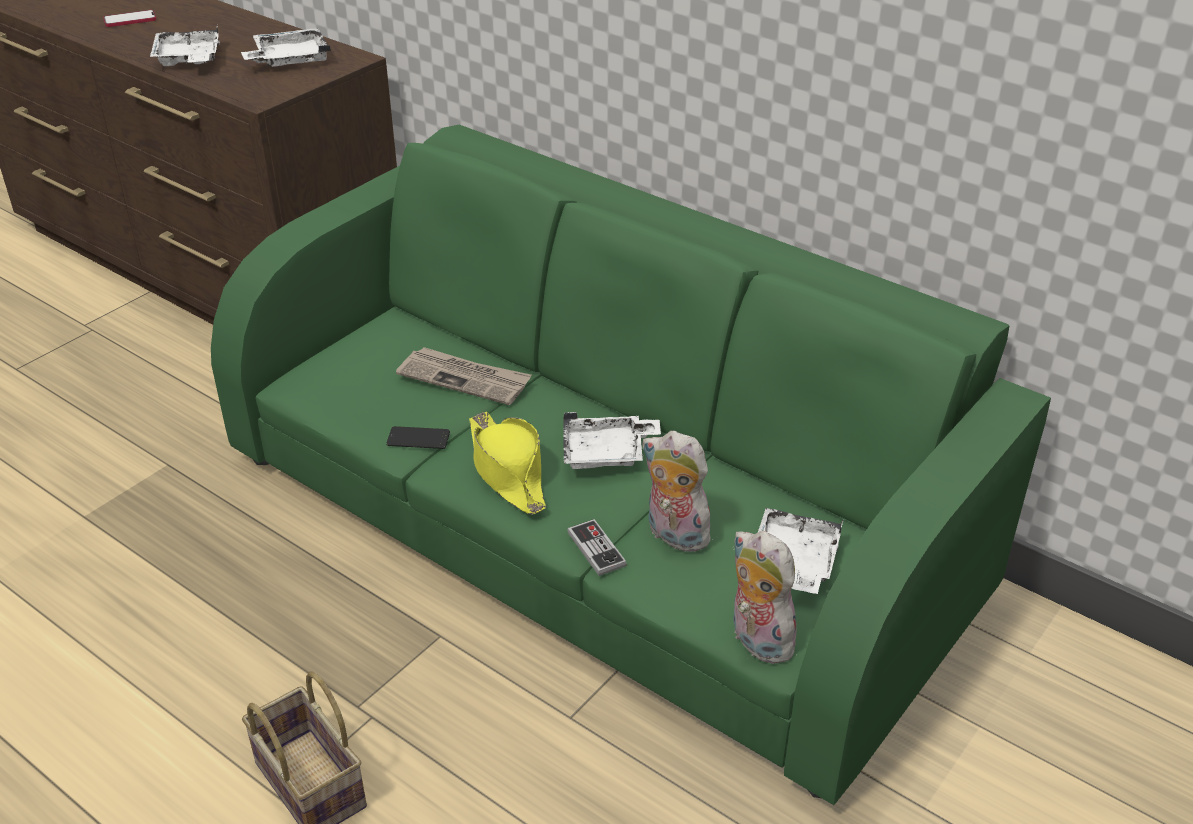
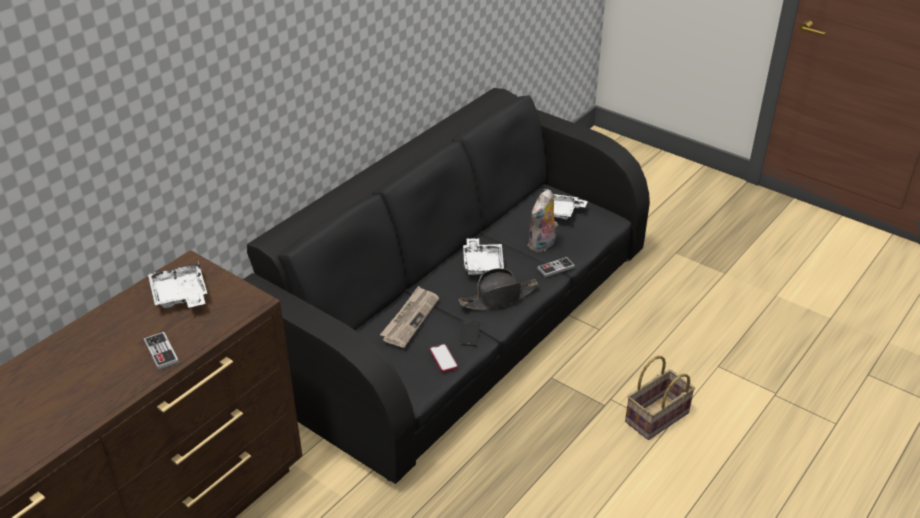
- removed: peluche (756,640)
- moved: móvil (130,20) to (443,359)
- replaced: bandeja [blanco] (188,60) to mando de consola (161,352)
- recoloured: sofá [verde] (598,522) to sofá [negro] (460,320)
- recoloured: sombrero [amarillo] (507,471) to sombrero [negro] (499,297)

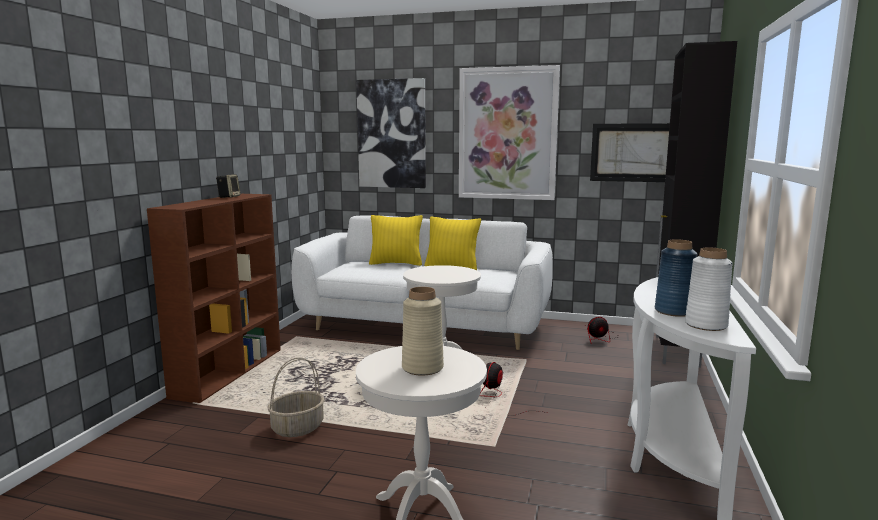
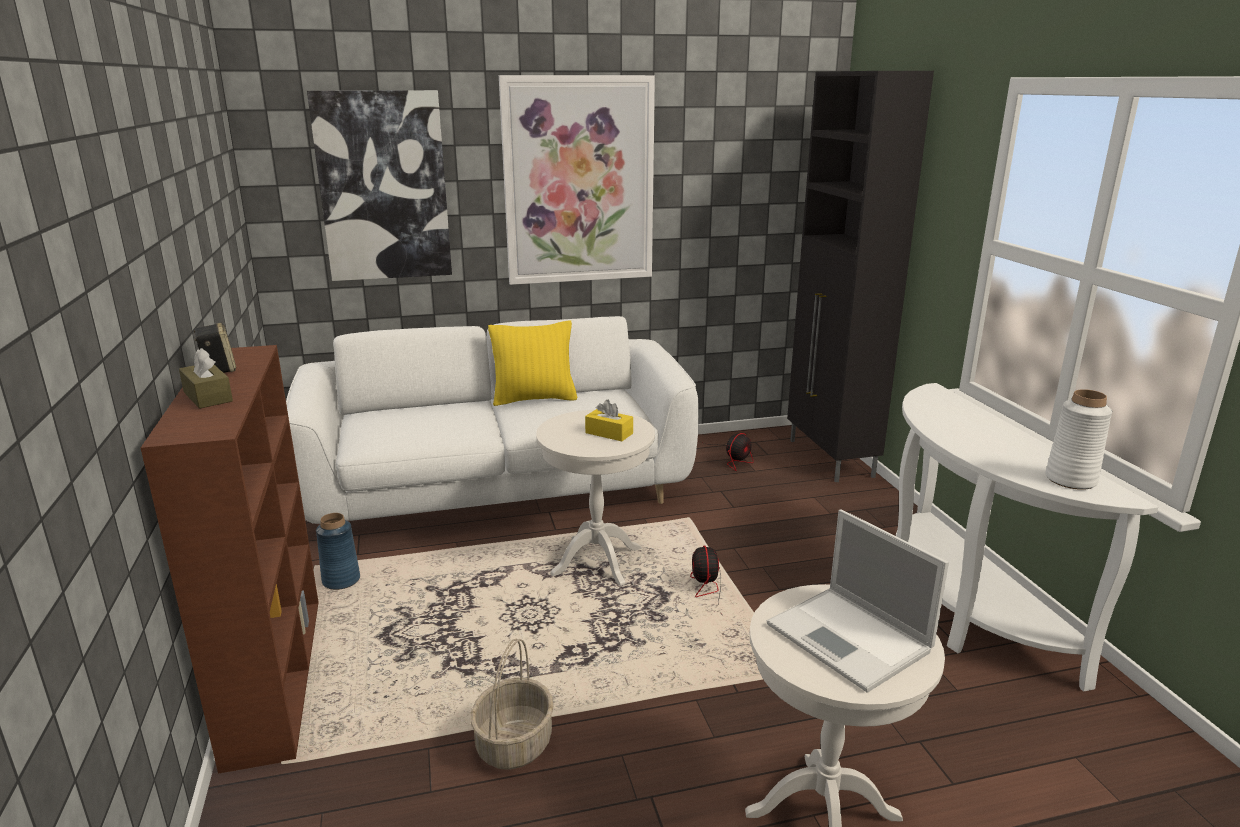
- removed: cojín [amarillo] (396,263)
- removed: cuadro (635,152)
- added: caja de pañuelos [marrón] (208,396)
- added: caja de pañuelos [amarillo] (609,433)
- moved: florero [azul] (674,311) to (341,580)
- replaced: florero [beis] (423,368) to portátil (851,639)

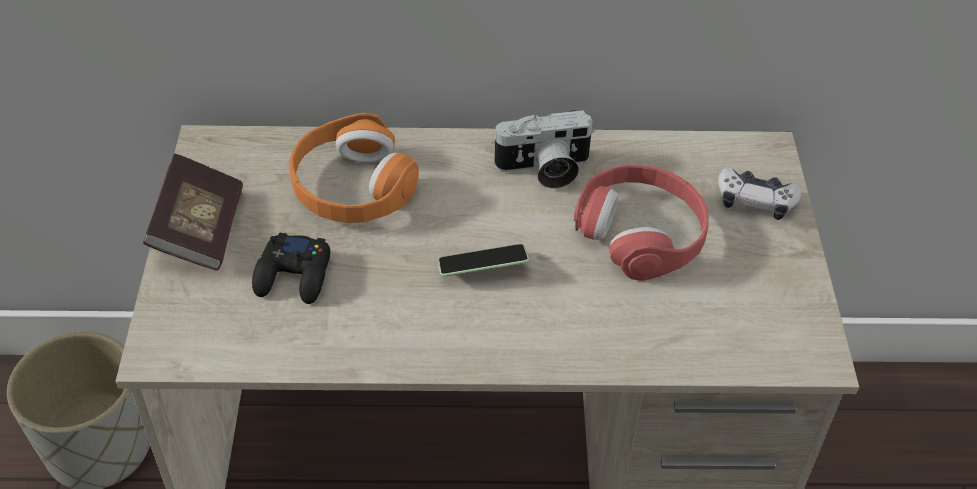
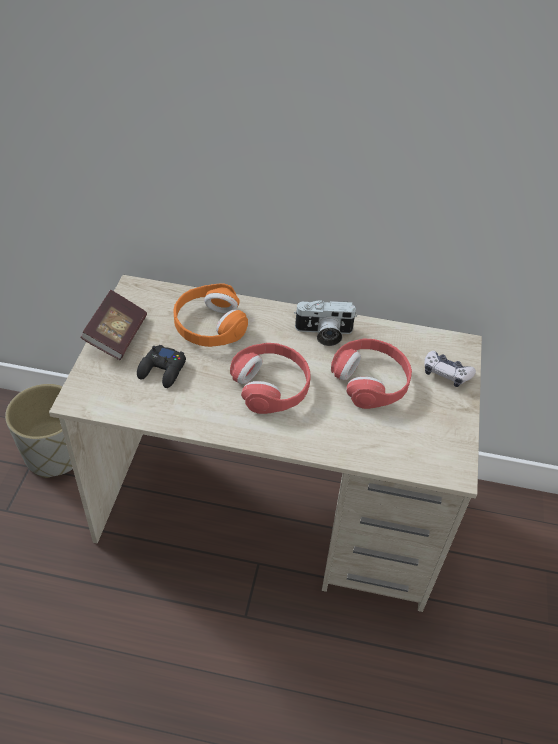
- replaced: móvil (482,269) to auriculares [rojo] (271,385)

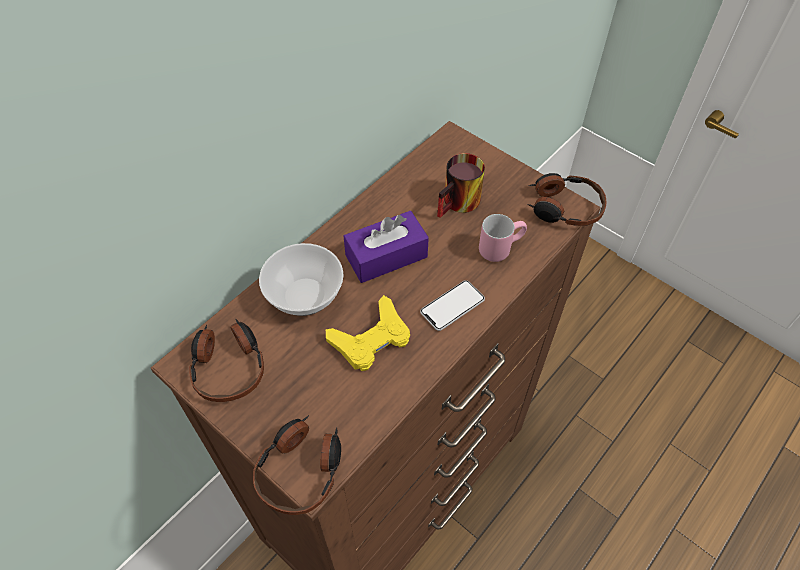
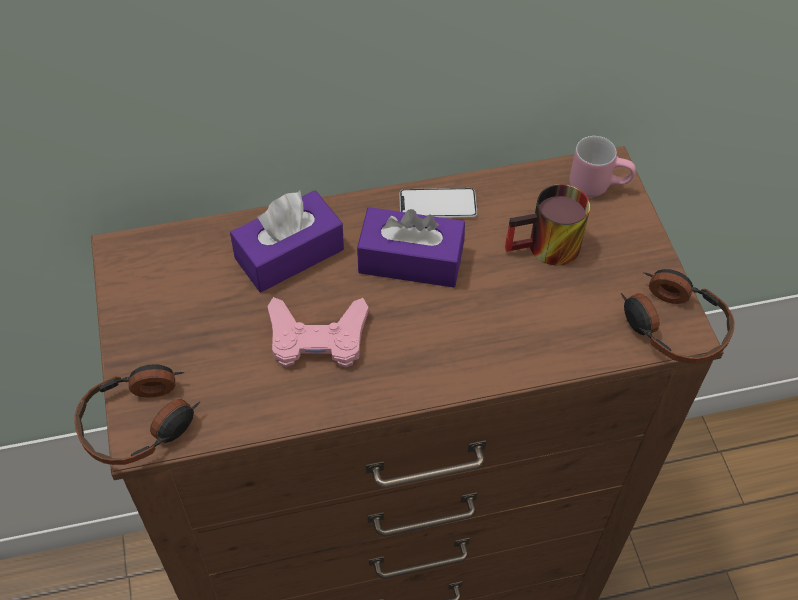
- removed: auriculares (228,366)
- moved: móvil (452,306) to (438,205)
- moved: taza grande [rosa] (499,247) to (598,184)
- replaced: cuenco (305,297) to caja de pañuelos [morado] (289,254)
- recoloured: mando de consola [amarillo] (371,339) to mando de consola [rosa] (317,338)

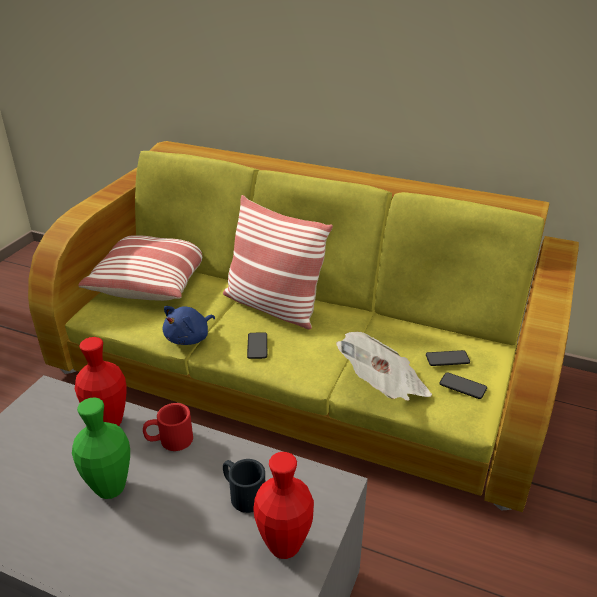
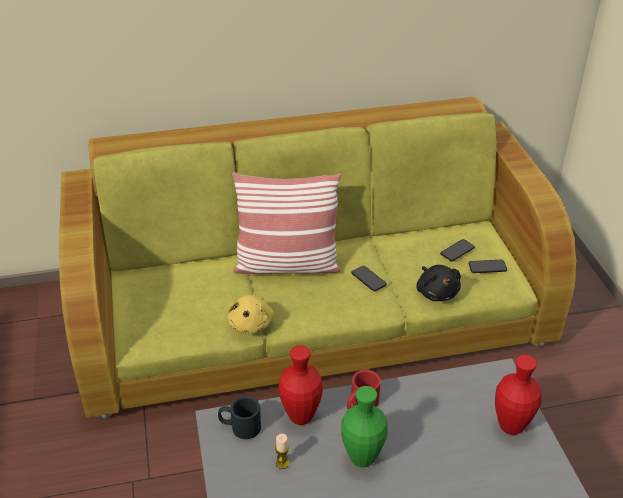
- removed: cojín (151,281)
- added: vela (282,463)
- moved: taza grande [negro] (242,493) to (240,427)
- moved: móvil (257,346) to (368,279)
- replaced: periódico (383,386) to peluche [negro] (436,292)
- recoloured: peluche [azul] (189,338) to peluche [amarillo] (251,324)

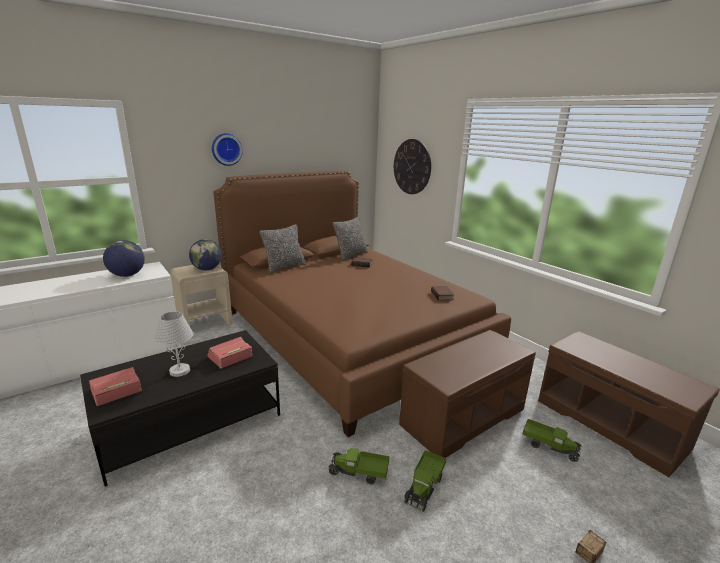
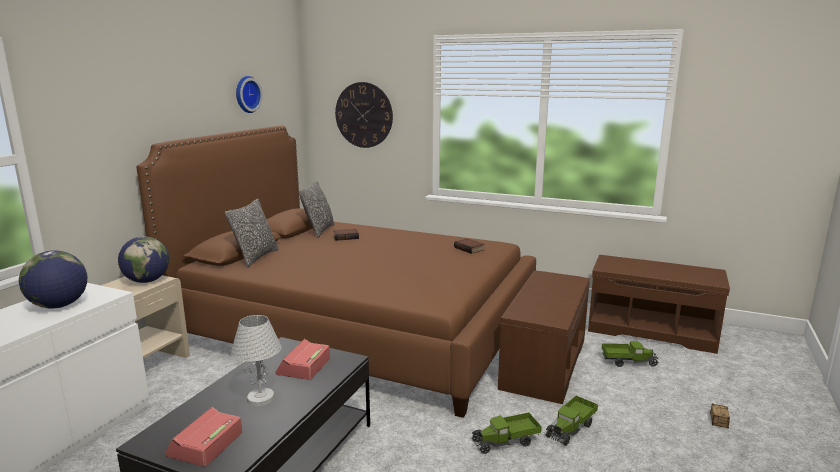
- moved: reloj de pared (226,149) to (246,94)
- turned: camión de juguete (424,487) = (571,428) 45 degrees clockwise

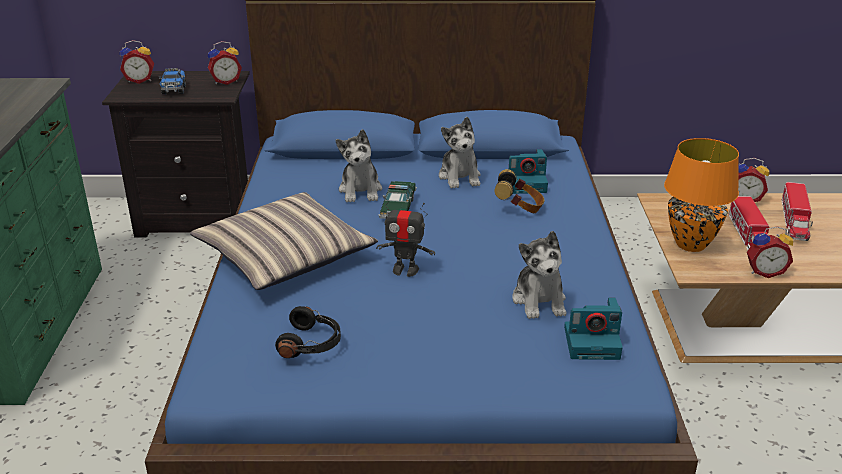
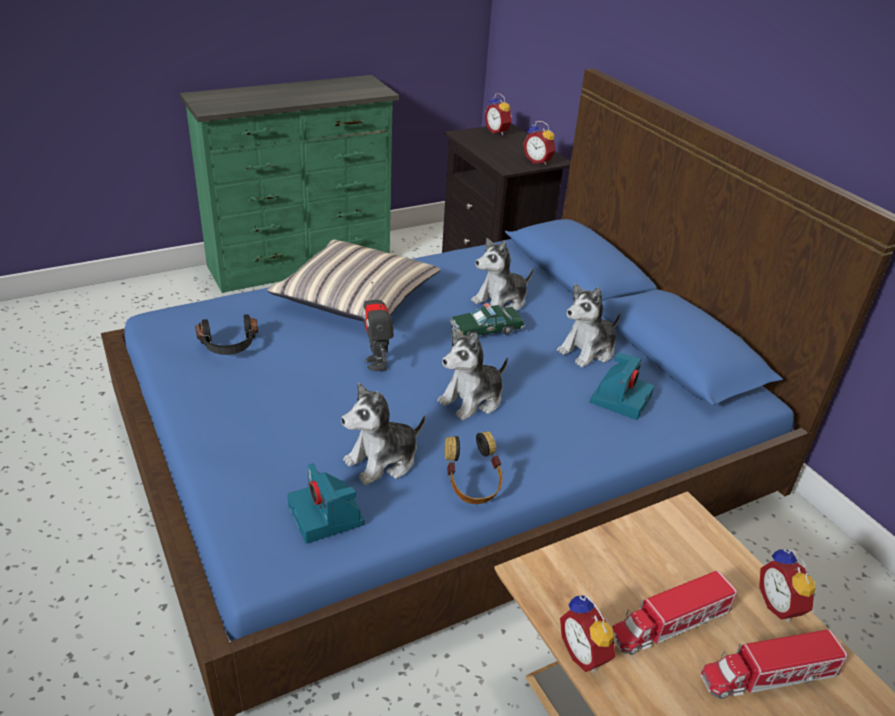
- removed: camión de juguete (174,90)
- removed: lámpara de mesa [naranja] (690,244)
- added: peluche (472,400)
- moved: auriculares (519,208) to (472,486)
- turned: cámara (526,183) = (620,398) 120 degrees counterclockwise

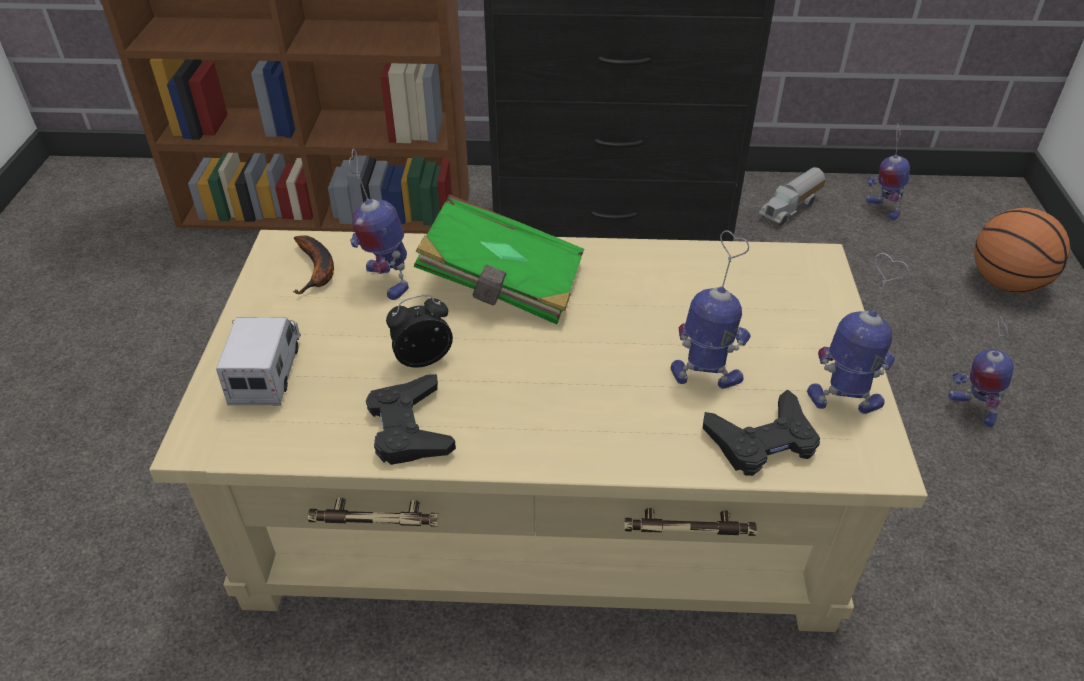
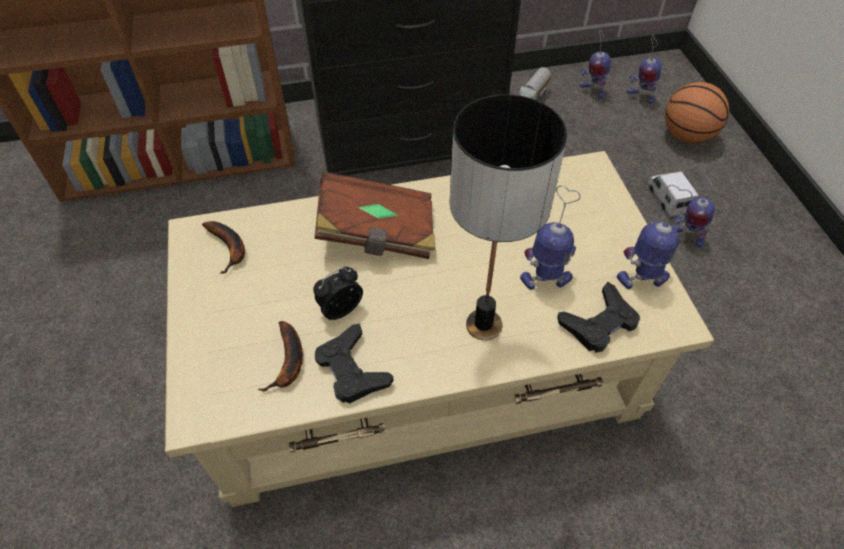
- added: plátano (288,363)
- added: lámpara de mesa (483,324)
- moved: camión de juguete (267,372) to (667,199)
- moved: robot de juguete (385,280) to (640,96)
- recoloured: libro [verde] (502,285) to libro [marrón] (377,233)

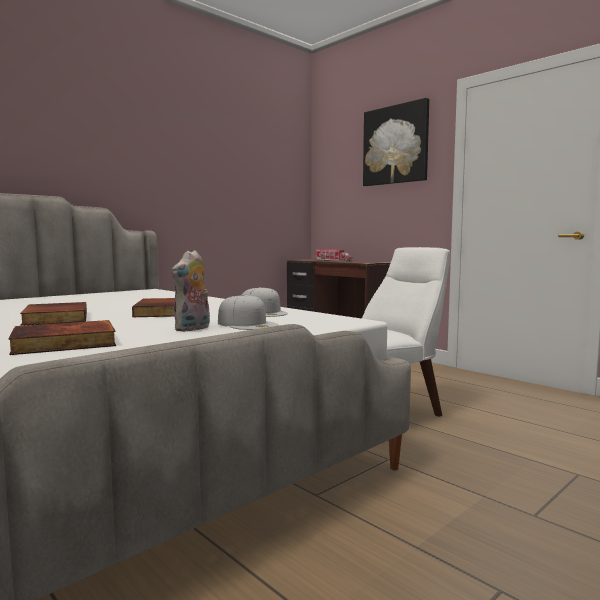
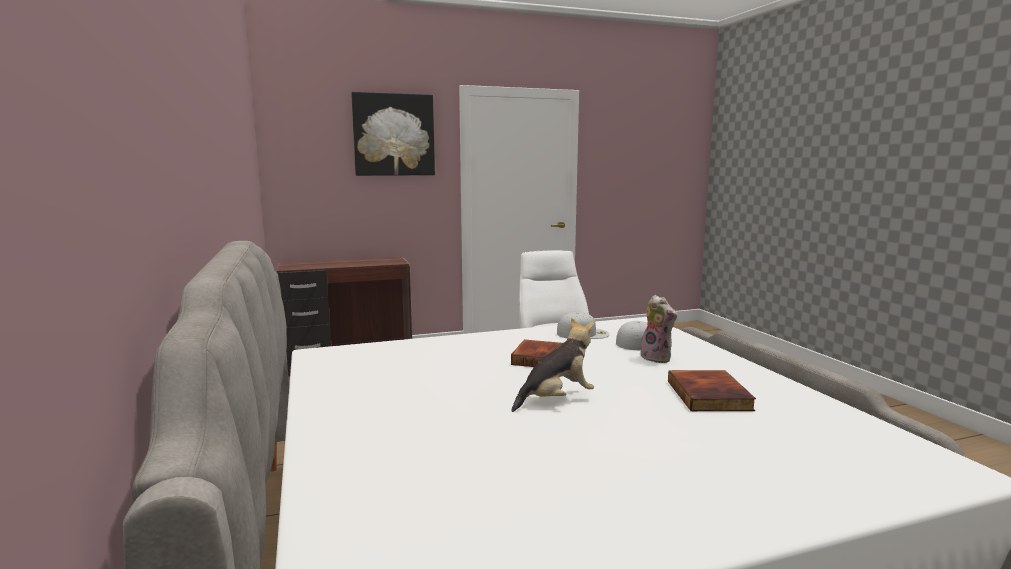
- removed: camión de juguete (334,261)
- replaced: libro (54,318) to peluche (556,399)

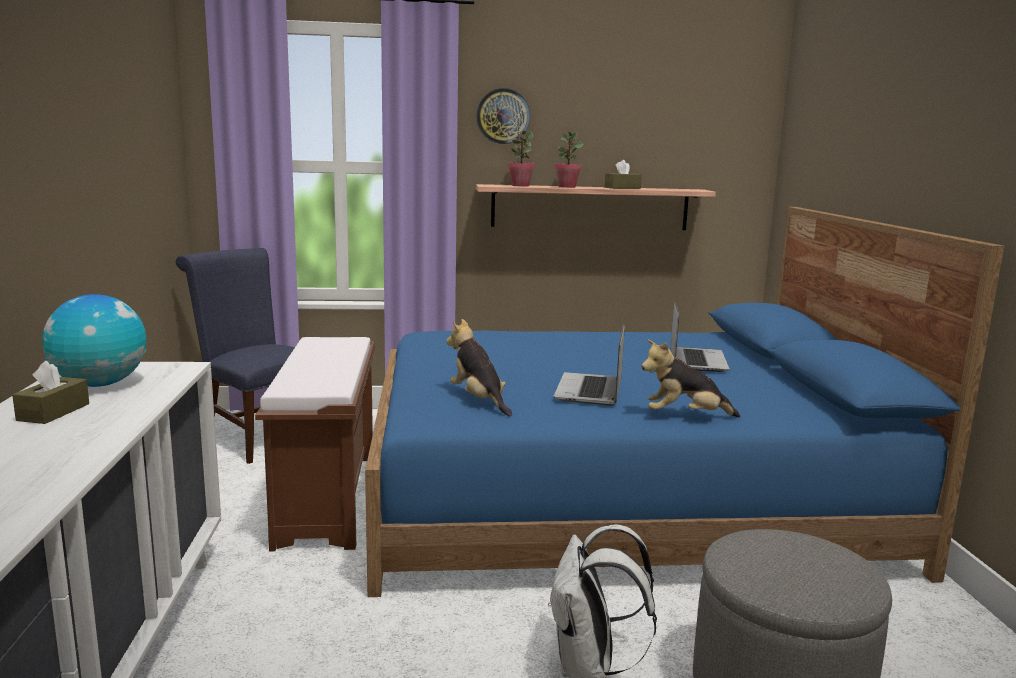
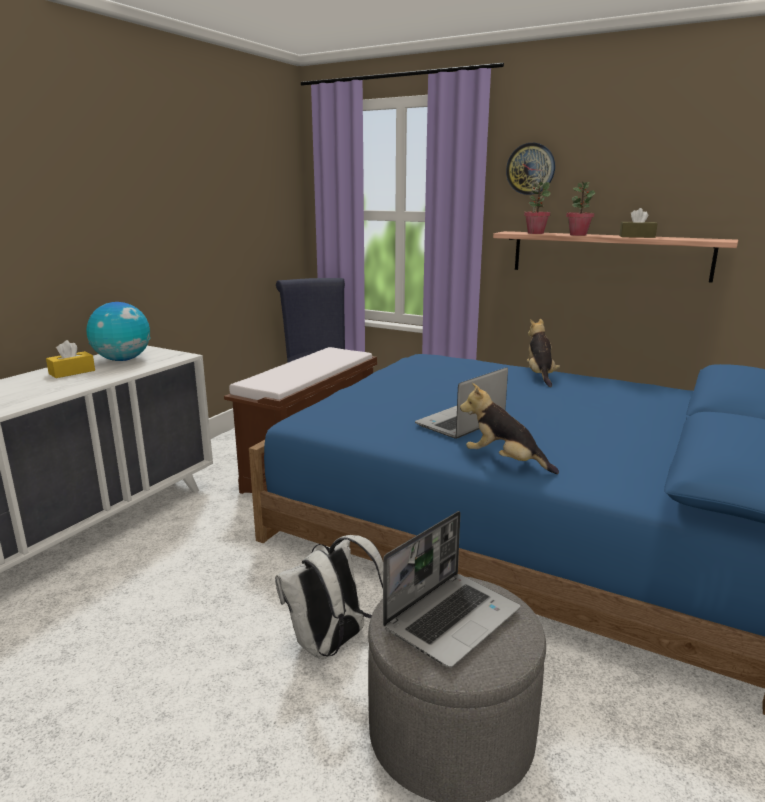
- moved: peluche (478,400) to (540,375)
- moved: portátil (696,361) to (452,618)
- recoloured: caja de pañuelos [marrón] (53,412) to caja de pañuelos [amarillo] (72,372)

